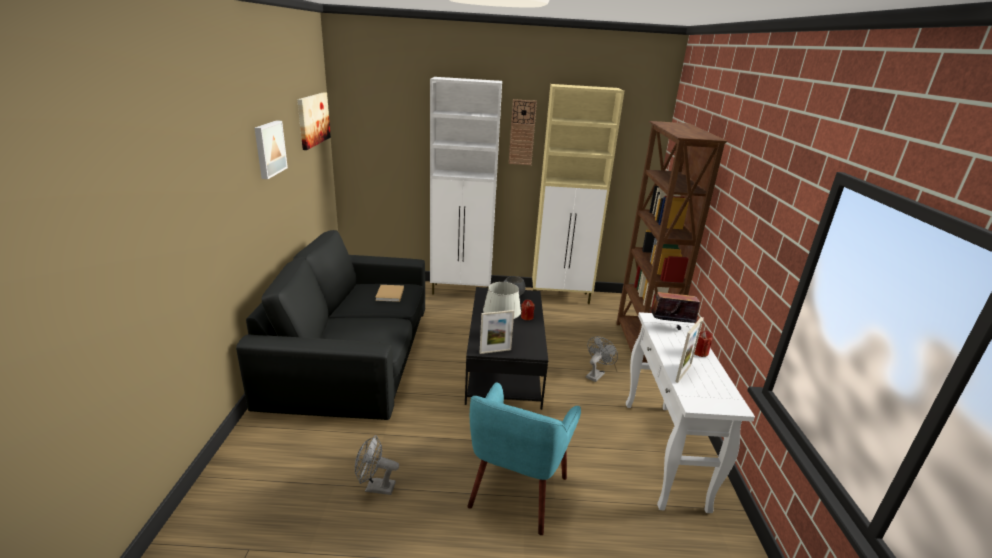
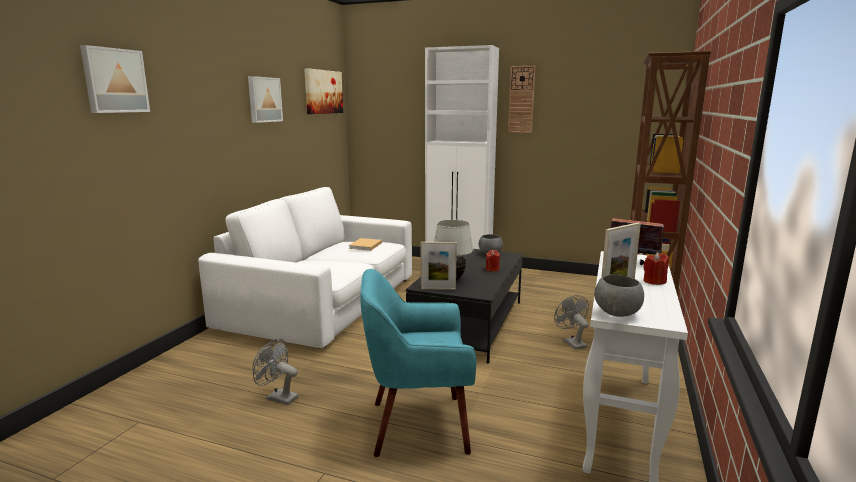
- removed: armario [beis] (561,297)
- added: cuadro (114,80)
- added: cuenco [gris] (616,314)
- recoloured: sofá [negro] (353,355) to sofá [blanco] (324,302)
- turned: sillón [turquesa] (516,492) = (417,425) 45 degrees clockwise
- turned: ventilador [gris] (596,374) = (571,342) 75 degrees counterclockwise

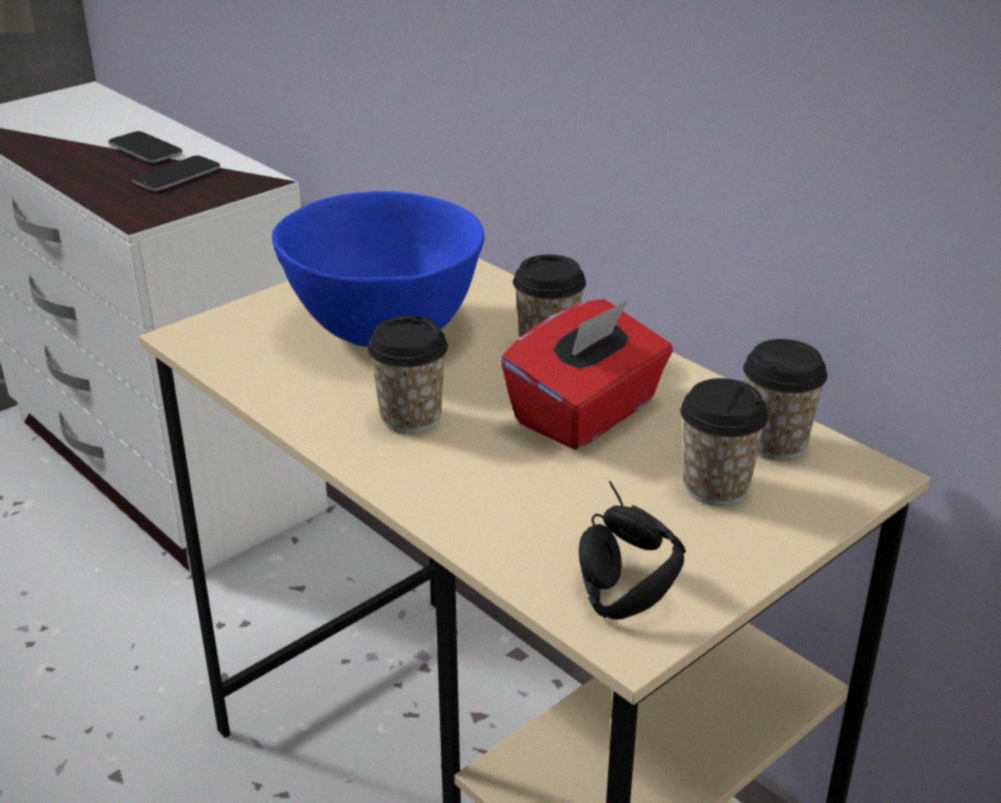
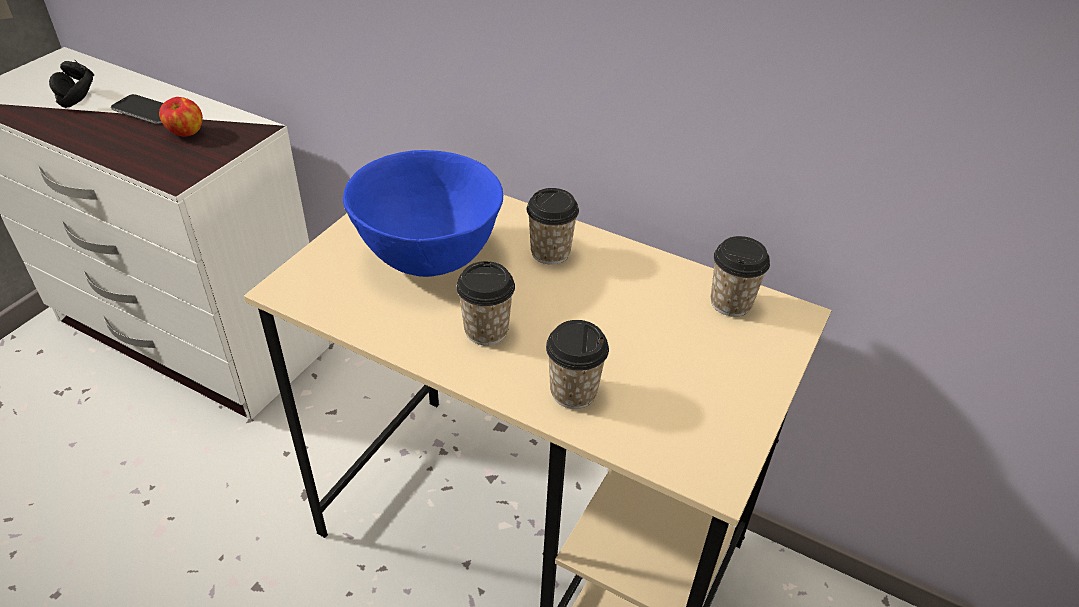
- removed: caja de pañuelos [rojo] (587,414)
- moved: auriculares [negro] (609,565) to (72,91)
- moved: taza (715,487) to (573,392)
- replaced: móvil (177,175) to manzana (186,133)

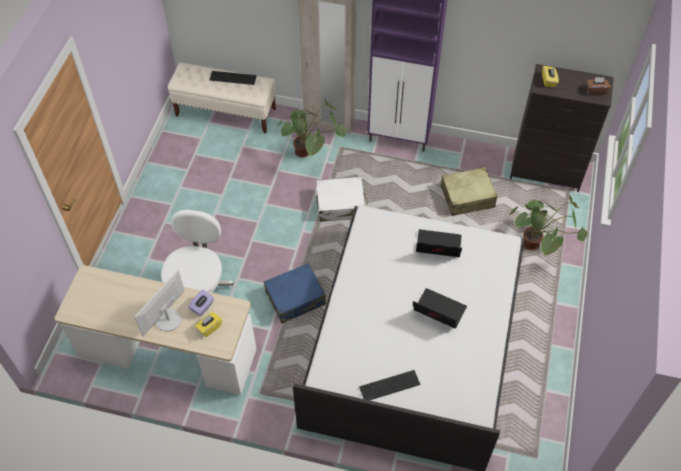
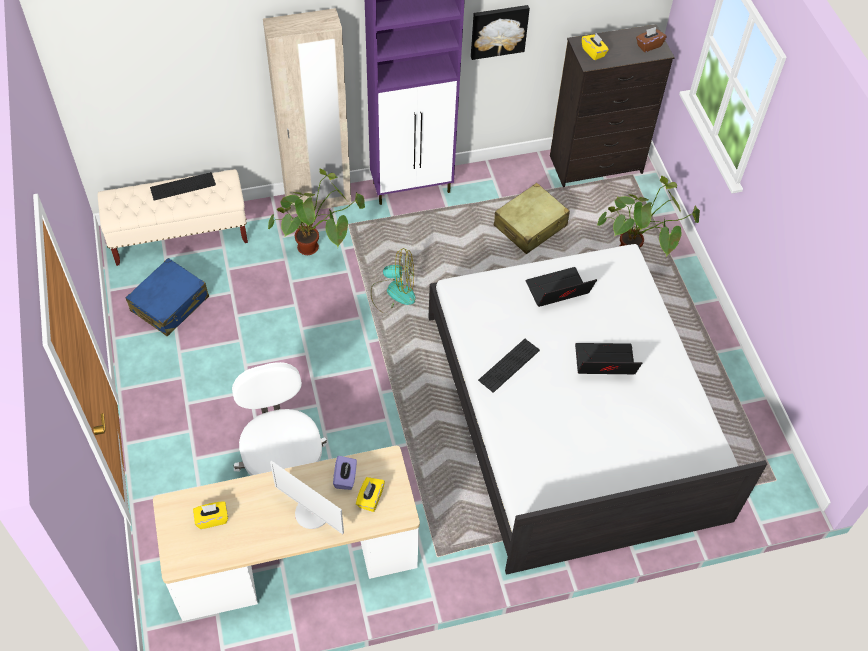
- added: caja de pañuelos [amarillo] (212,519)
- added: cuadro (498,30)
- moved: maleta [azul] (295,298) to (170,304)
- moved: teclado (389,385) to (509,365)
- replaced: maleta [blanco] (341,205) to ventilador (393,293)
- turned: monitor (168,320) = (312,513) 60 degrees counterclockwise

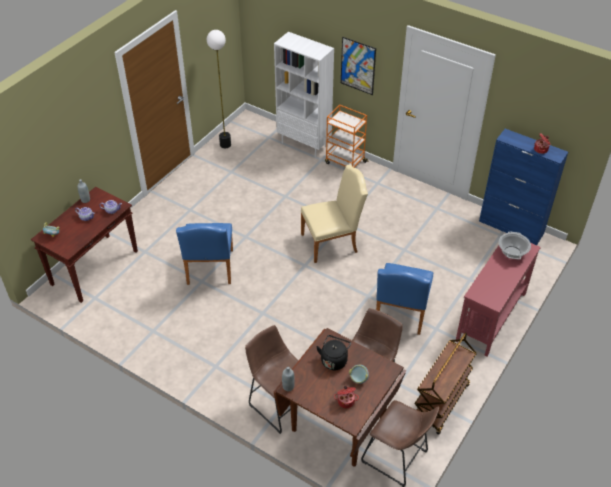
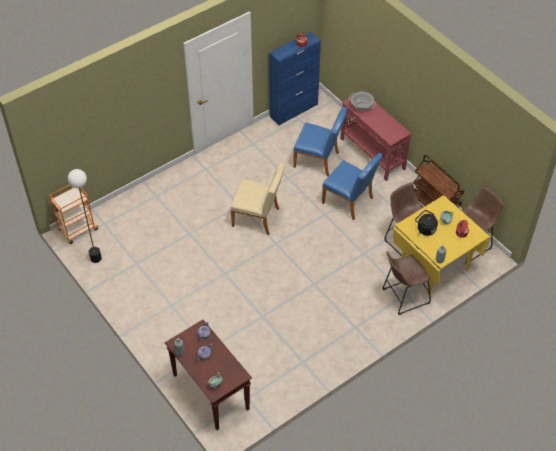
- removed: estantería [blanco] (304,144)
- removed: cuadro (358,66)
- moved: silla [azul] (209,270) to (319,161)
- moved: carrito [naranja] (345,162) to (77,230)
- recoloured: mesa de comedor [marrón] (338,426) to mesa de comedor [amarillo] (434,268)
- turned: silla [beis] (333,242) = (259,218) 105 degrees clockwise

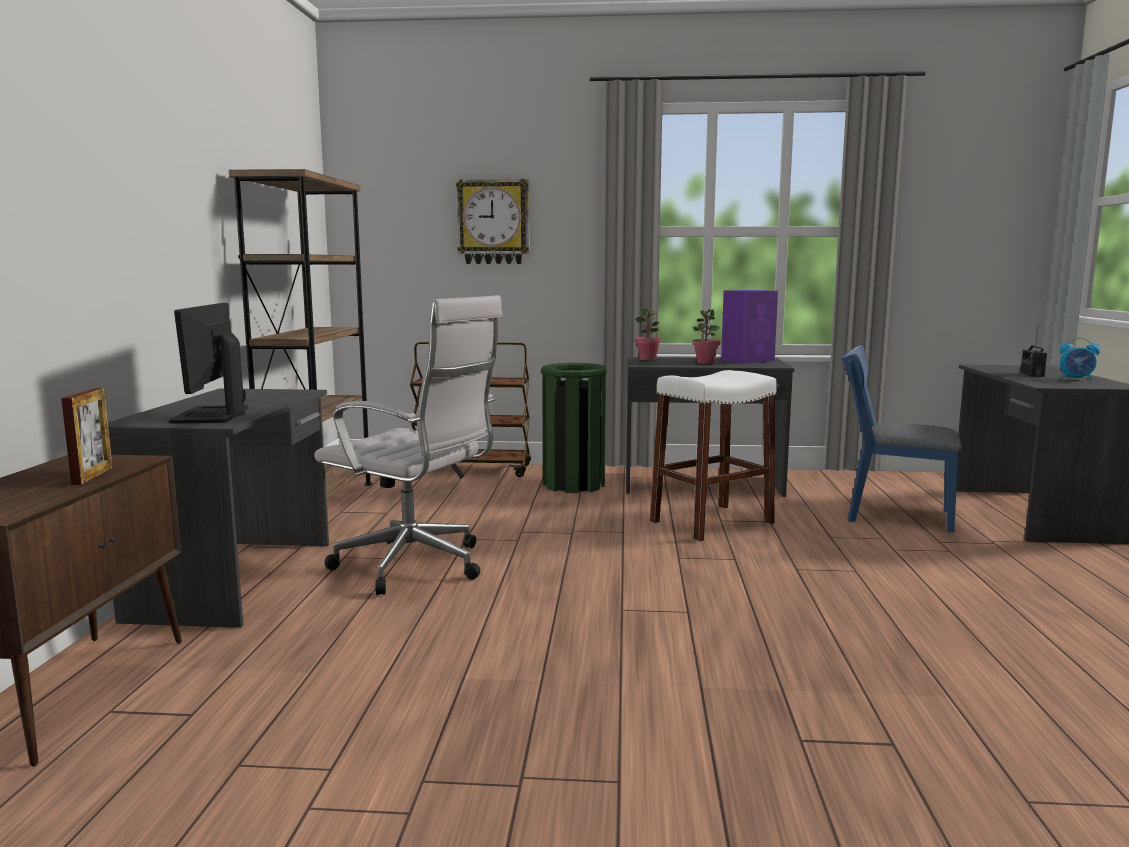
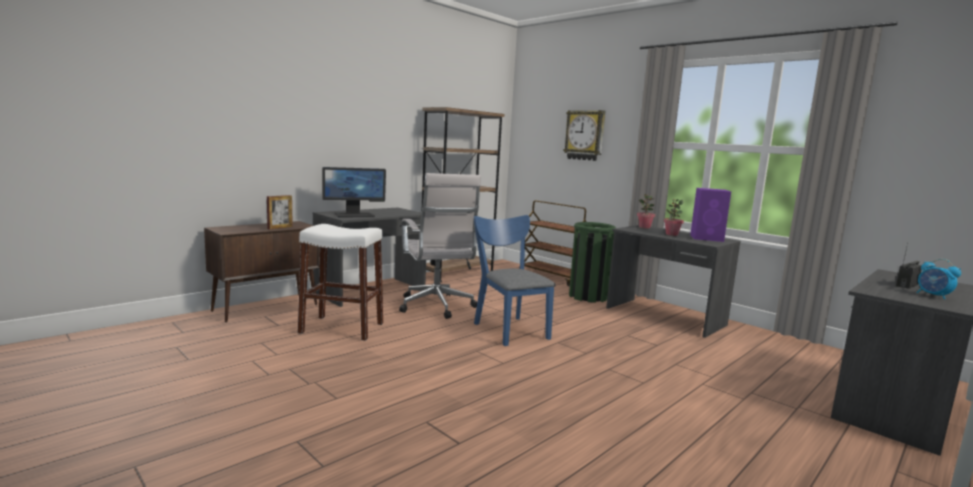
- moved: taburete [blanco] (711,522) to (341,328)
- moved: silla [azul] (889,514) to (508,329)
- turned: monitor (212,415) = (354,215) 150 degrees counterclockwise

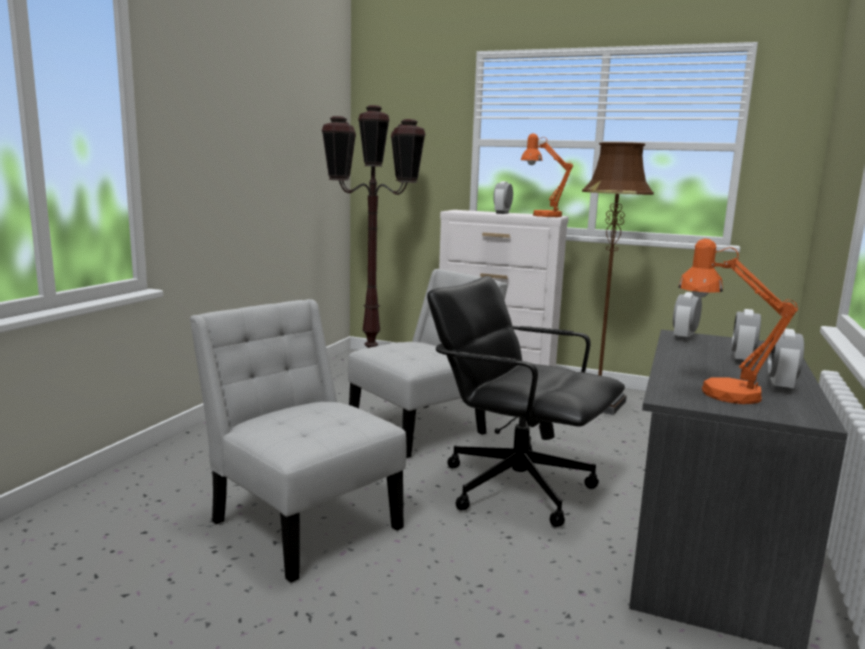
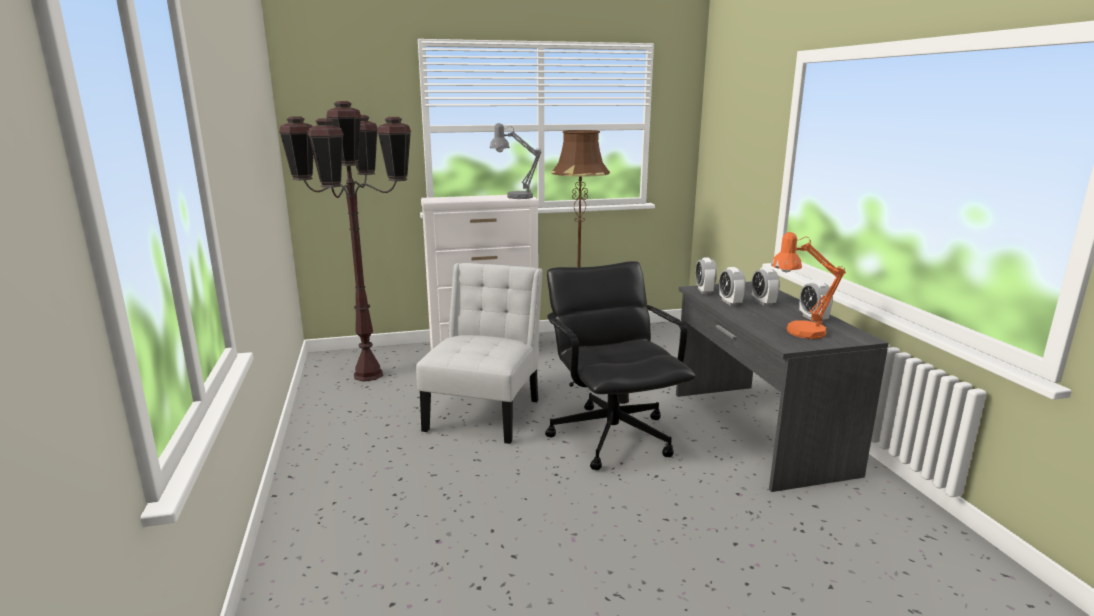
- removed: silla [blanco] (301,520)
- moved: despertador (502,213) to (730,302)
- recoloured: lámpara de mesa [naranja] (541,215) to lámpara de mesa [gris] (514,197)
- turned: silla de oficina [negro] (516,486) = (612,436) 75 degrees clockwise

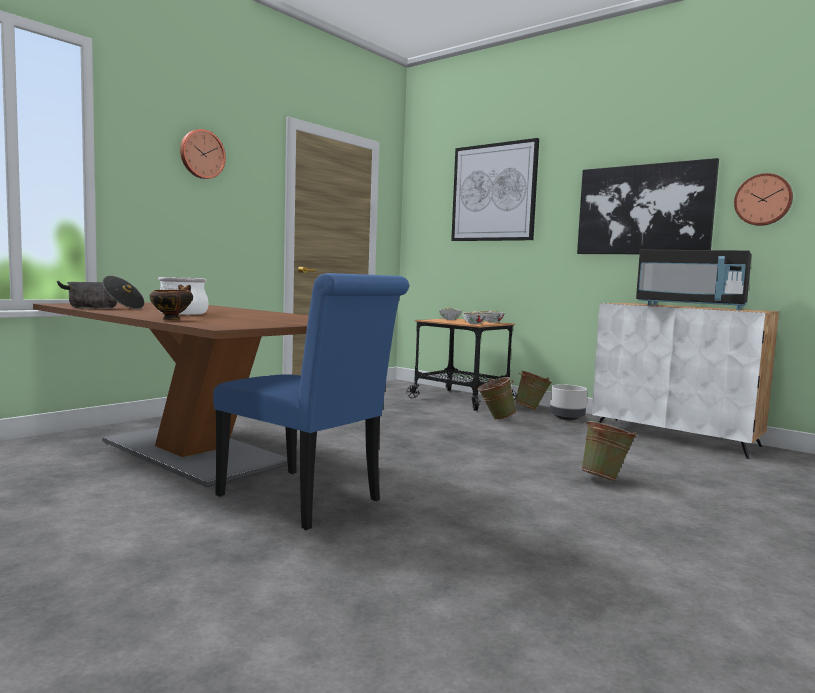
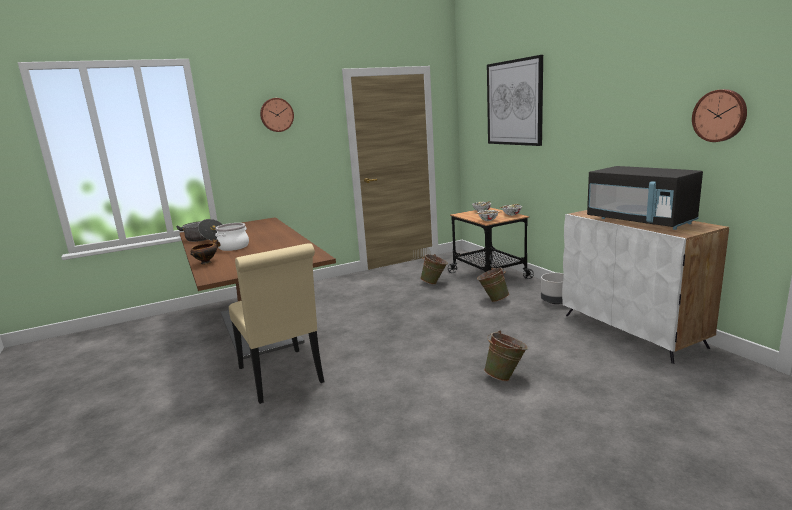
- removed: cuadro (643,210)
- moved: cubo [verde] (532,409) to (435,283)
- recoloured: silla [azul] (306,501) to silla [beis] (282,378)

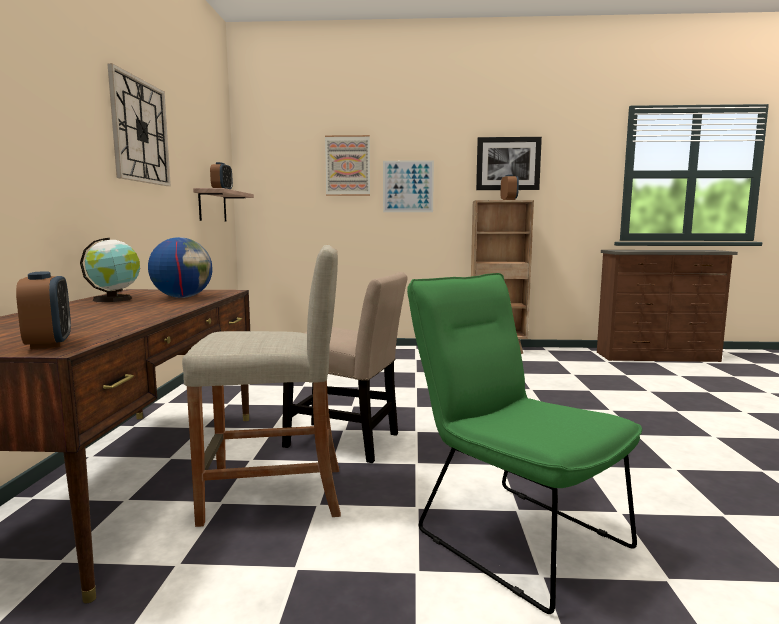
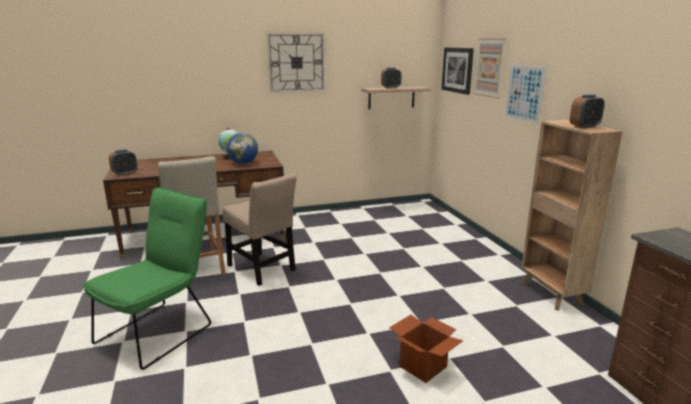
- added: caja de cartón (423,367)
- moved: cuadro (508,164) to (457,70)
- turned: silla [beis] (347,442) = (262,269) 45 degrees counterclockwise

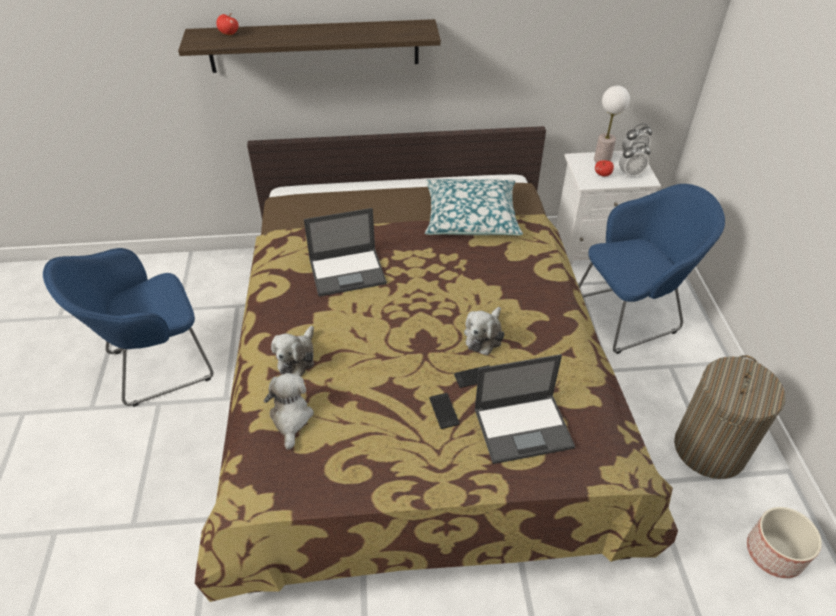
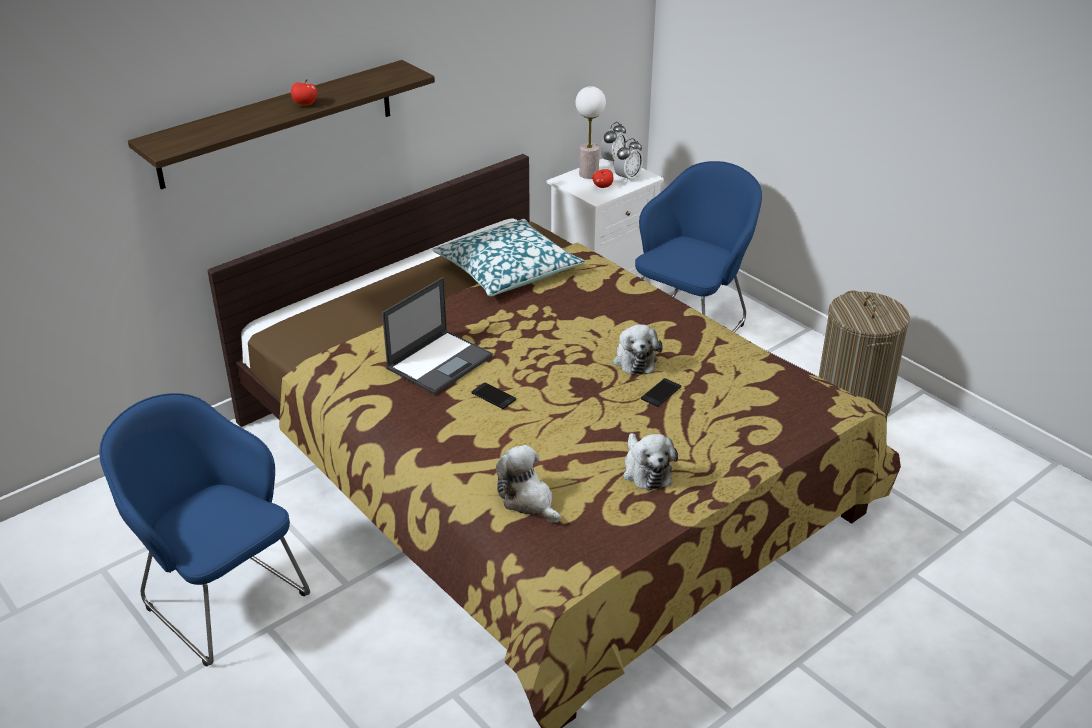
- removed: portátil (524,427)
- removed: maceta (775,553)
- moved: manzana (229,34) to (305,104)
- moved: peluche (297,358) to (646,470)
- moved: móvil (444,411) to (493,396)
- turned: sillón [azul] (155,366) = (220,597) 105 degrees clockwise

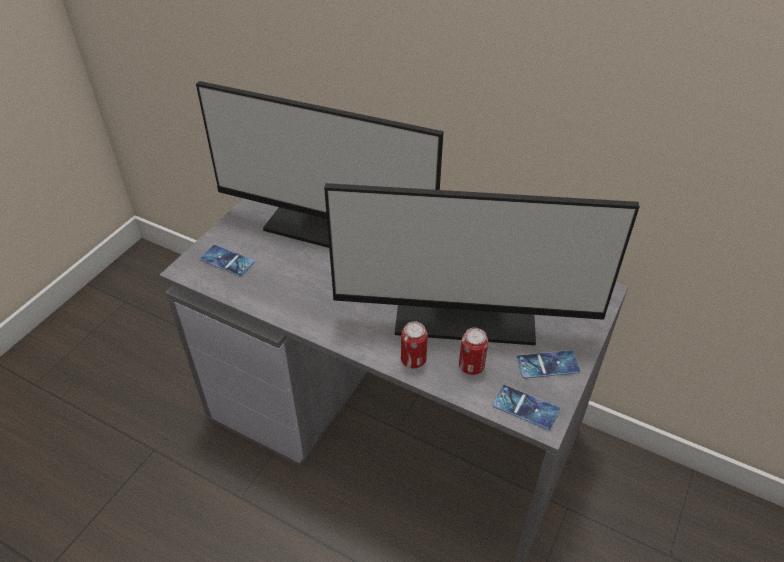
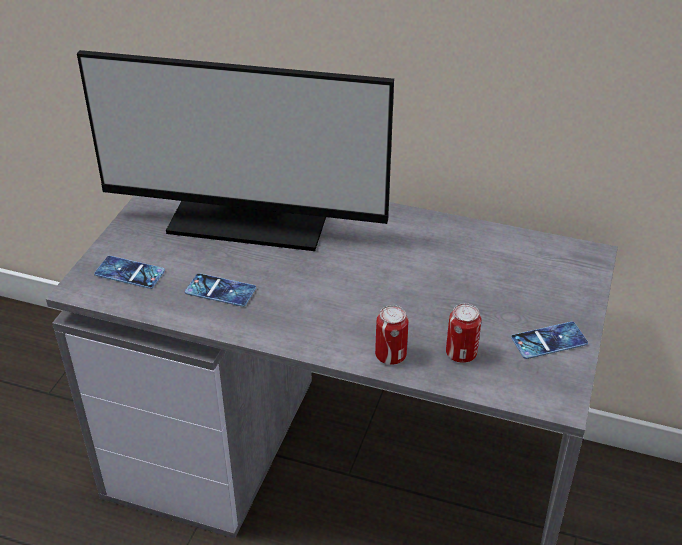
- removed: monitor (465,312)
- moved: móvil (526,407) to (220,290)

